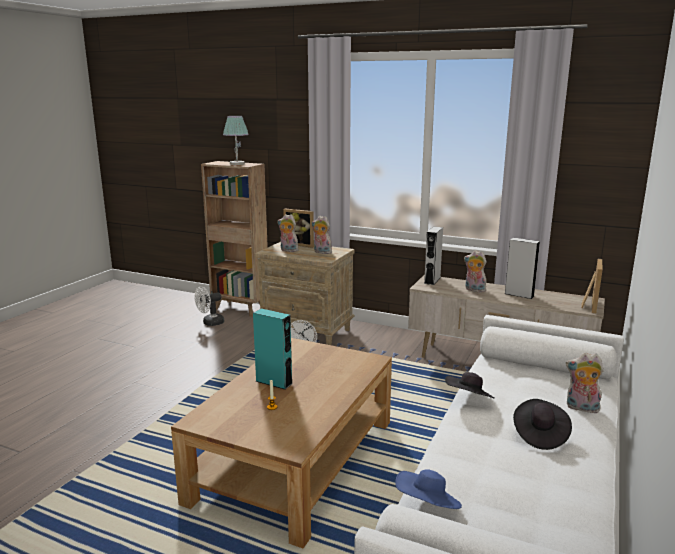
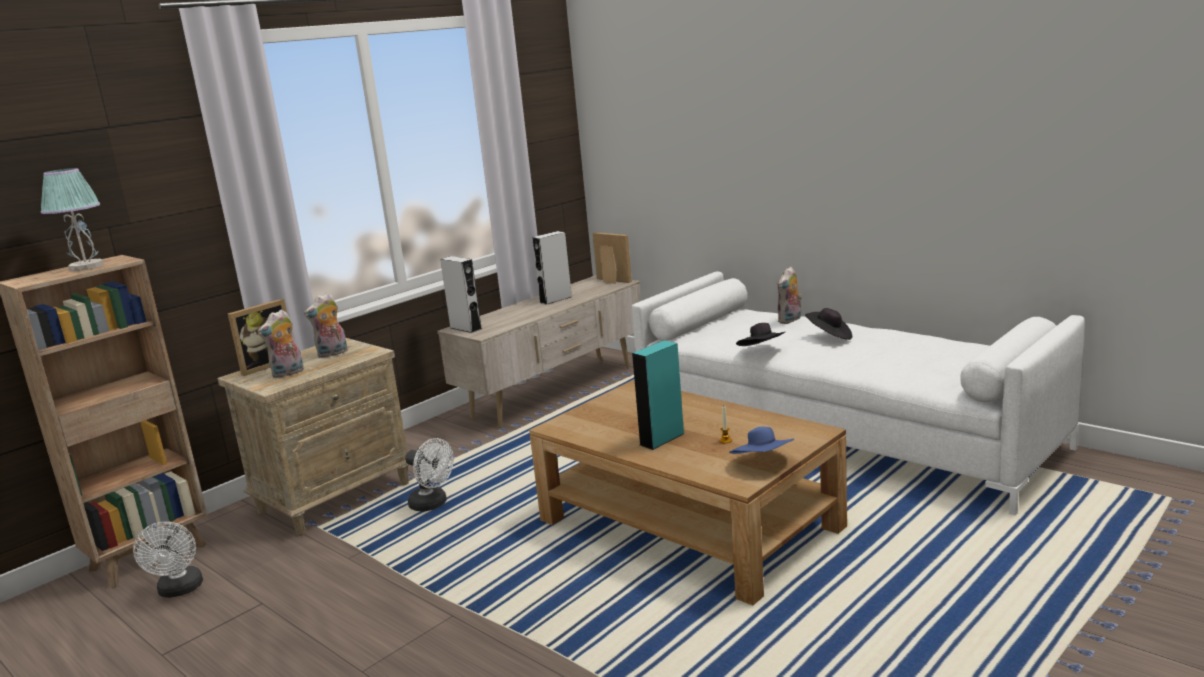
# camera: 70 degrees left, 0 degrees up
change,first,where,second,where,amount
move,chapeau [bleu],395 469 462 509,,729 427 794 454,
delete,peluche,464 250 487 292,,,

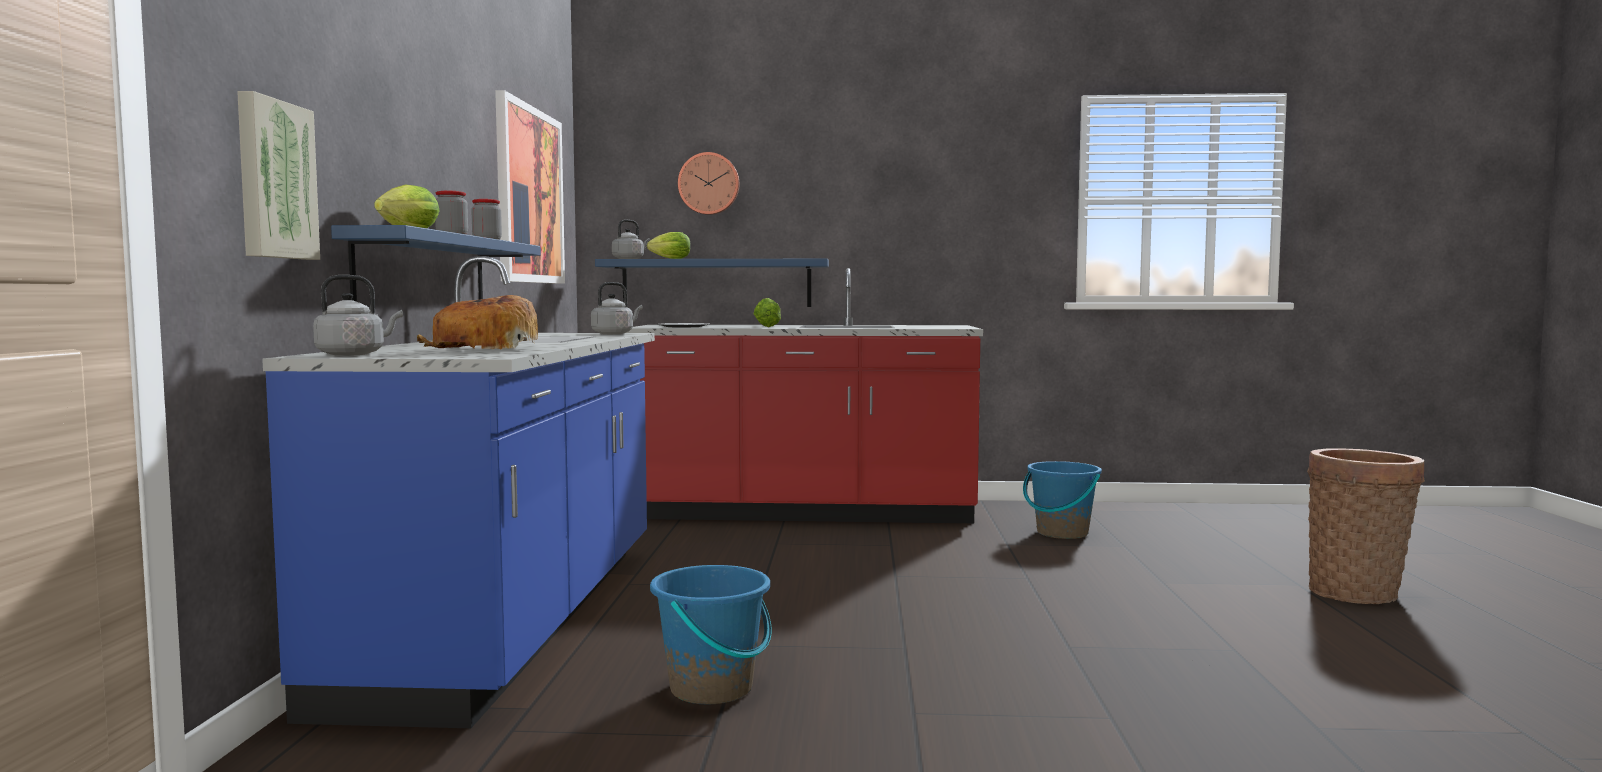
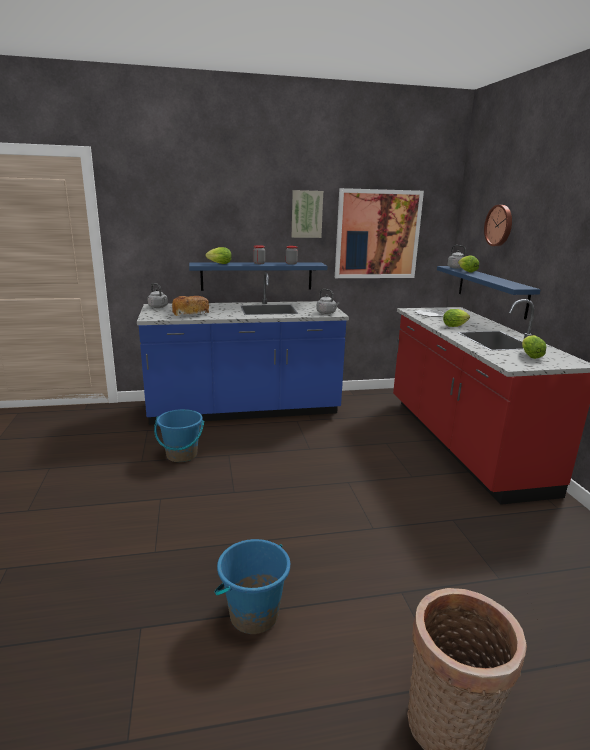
# camera: 75 degrees right, 15 degrees up
change,first,where,second,where,amount
move,tableau,237 91 320 260,,292 190 323 238,
move,seau [bleu],1023 461 1102 539,,215 539 290 634,
insert,,,laitue,522 335 547 359,

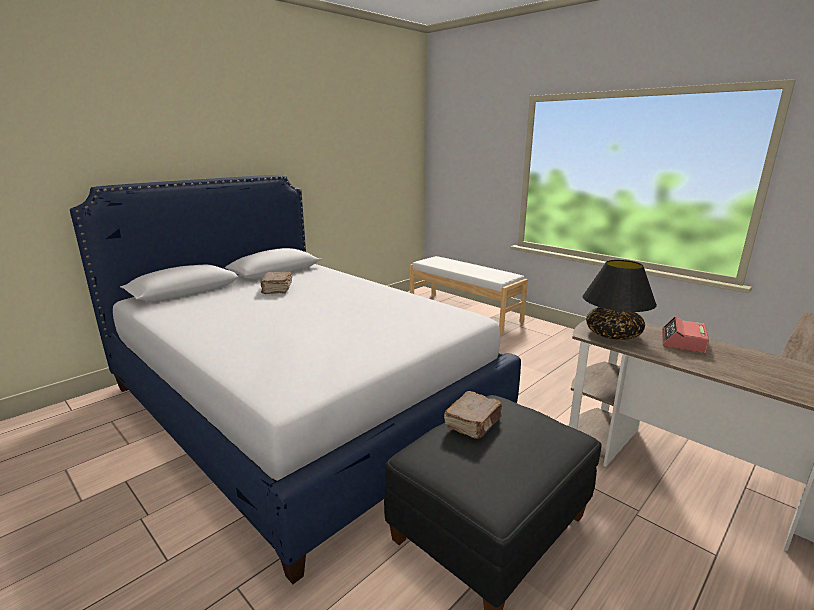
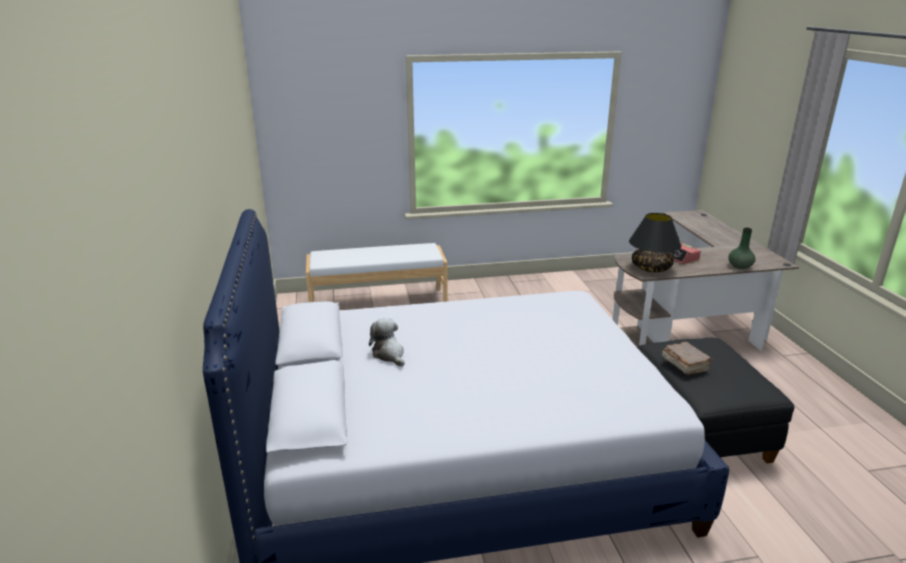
# camera: 55 degrees left, 5 degrees up
change,first,where,second,where,amount
replace,livre [marron],261 272 292 294,peluche,369 318 404 367,
insert,,,vase [vert],728 228 756 269,

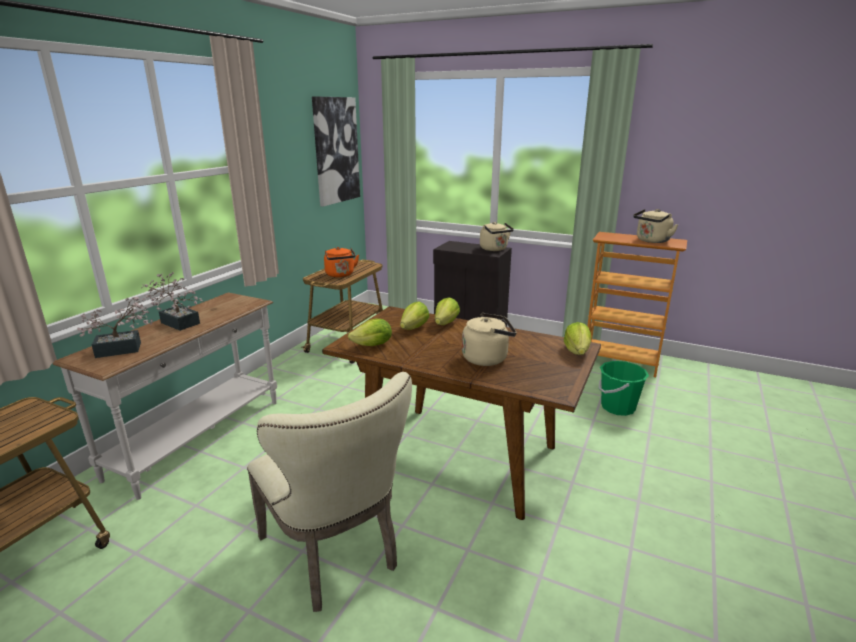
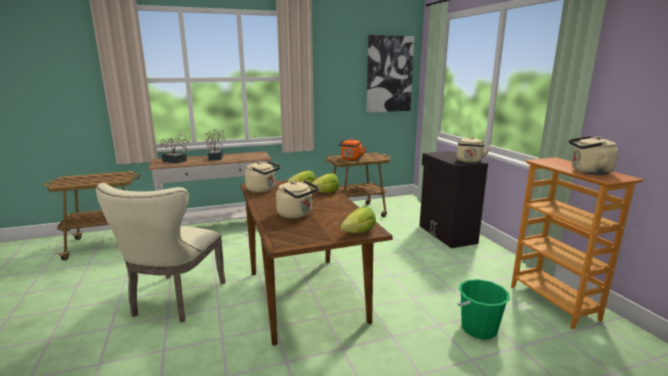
# camera: 45 degrees right, 5 degrees down
change,first,where,second,where,amount
replace,laitue,348 319 392 346,bouilloire [beige],245 161 281 193,

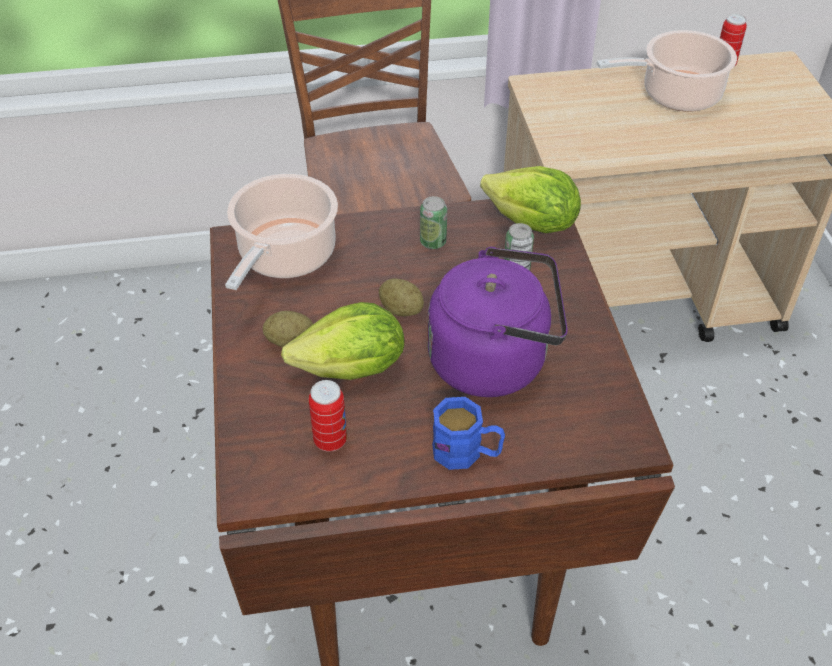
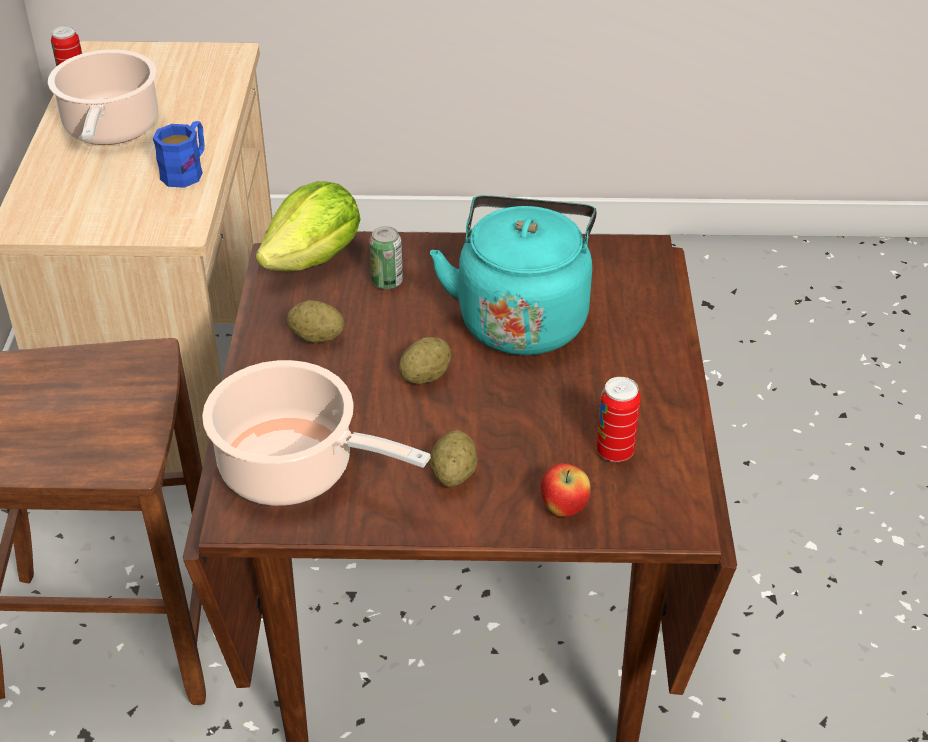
# camera: 80 degrees left, 5 degrees down
change,first,where,second,where,amount
delete,laitue,281 302 404 380,,,
replace,boîte métallique,420 196 447 249,pomme de terre,287 300 344 343,
recolor,bouilloire [violet],427 247 567 397,bouilloire [turquoise],430 195 597 355,
move,mug [bleu],432 397 505 470,,153 121 205 188,
insert,,,pomme,541 463 591 517,

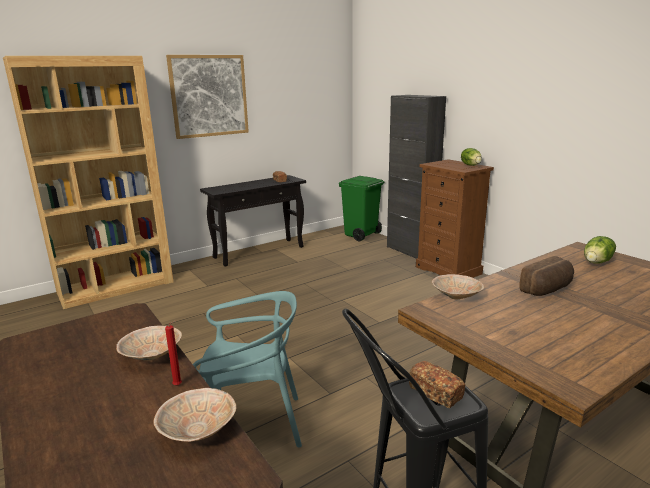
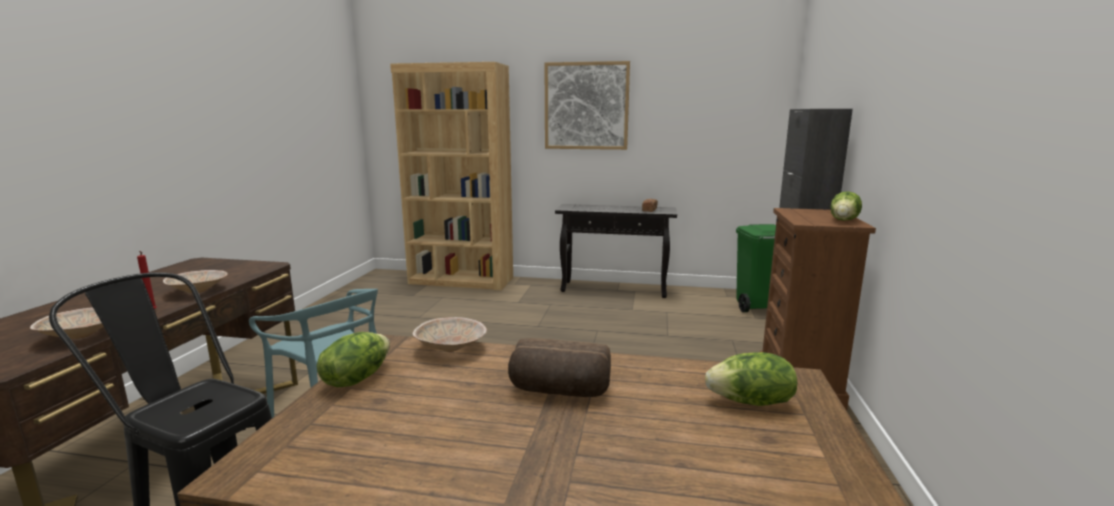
# camera: 45 degrees right, 5 degrees down
change,first,where,second,where,amount
delete,pain,409 361 465 408,,,
insert,,,laitue,317 332 390 387,

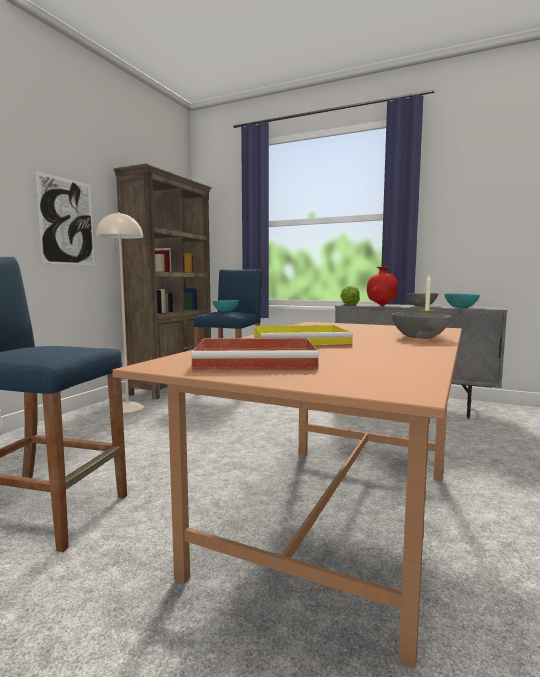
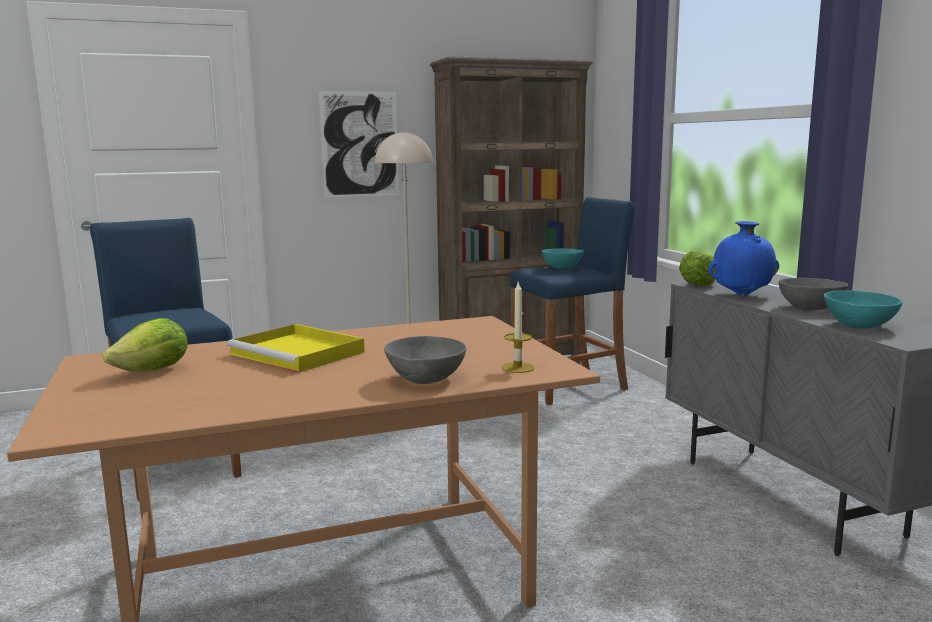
# camera: 45 degrees right, 5 degrees up
change,first,where,second,where,amount
replace,plateau [rouge],191 338 319 370,laitue,103 318 188 372,
recolor,vase [rouge],367 267 398 306,vase [bleu],708 221 779 296,

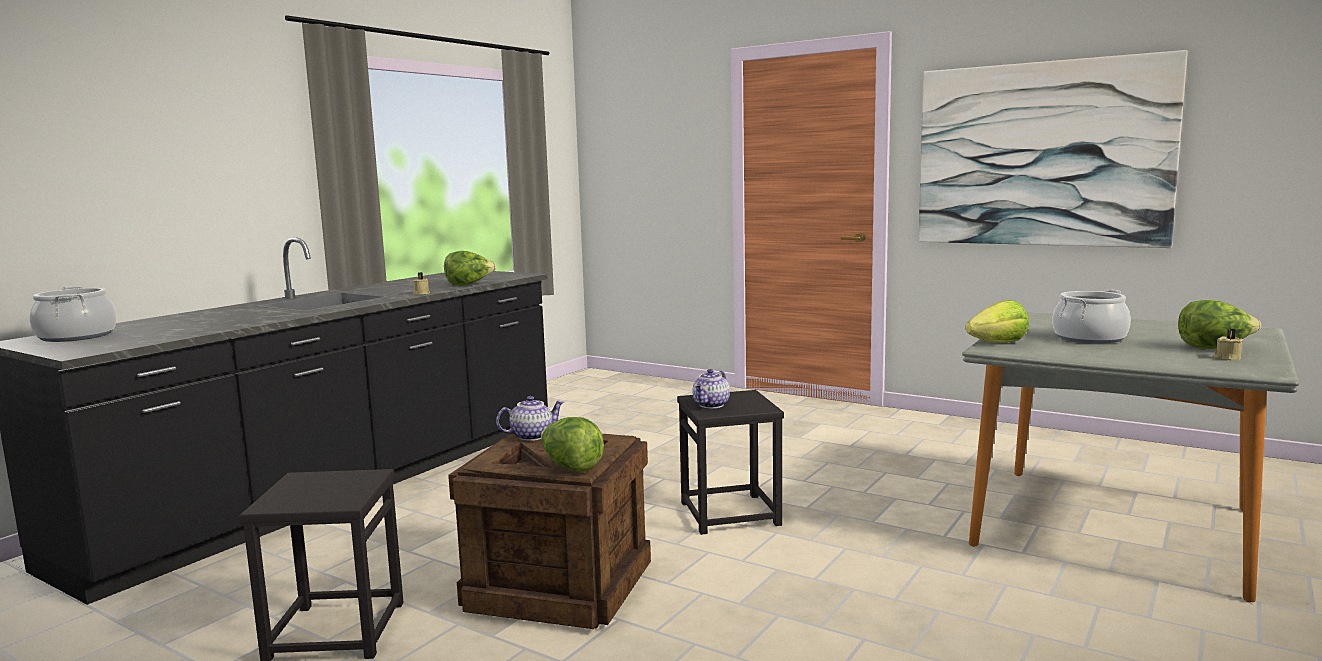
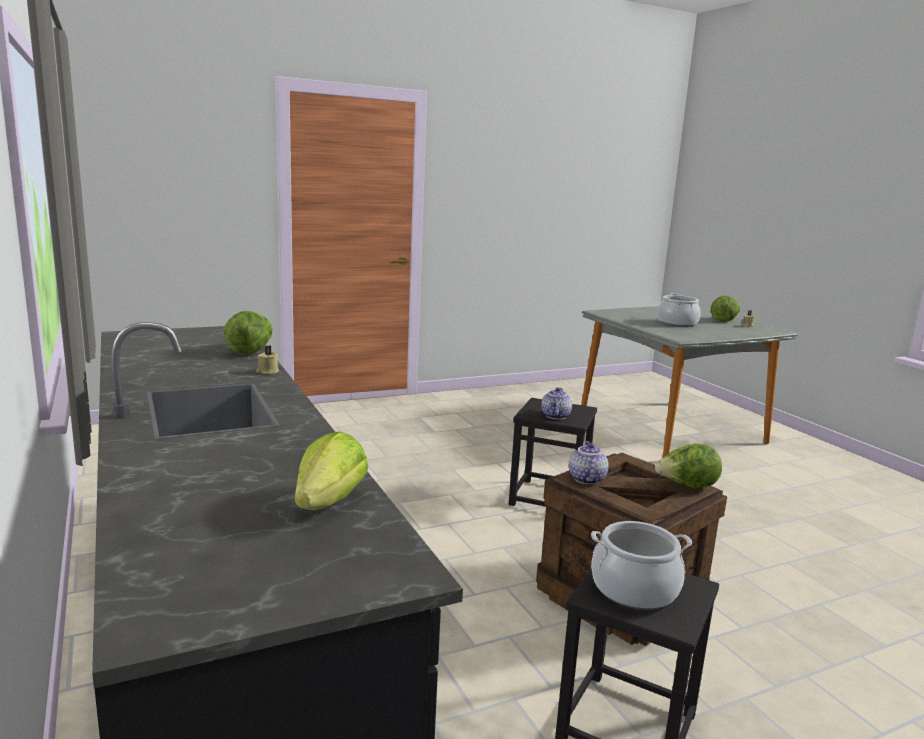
# camera: 60 degrees left, 5 degrees up
change,first,where,second,where,amount
move,marmite,30 286 117 342,,591 521 692 610,
rotate,théière,693 369 730 409,,541 387 572 420,45 degrees clockwise
delete,tableau,919 50 1188 248,,,
move,laitue,966 300 1029 343,,295 431 368 510,

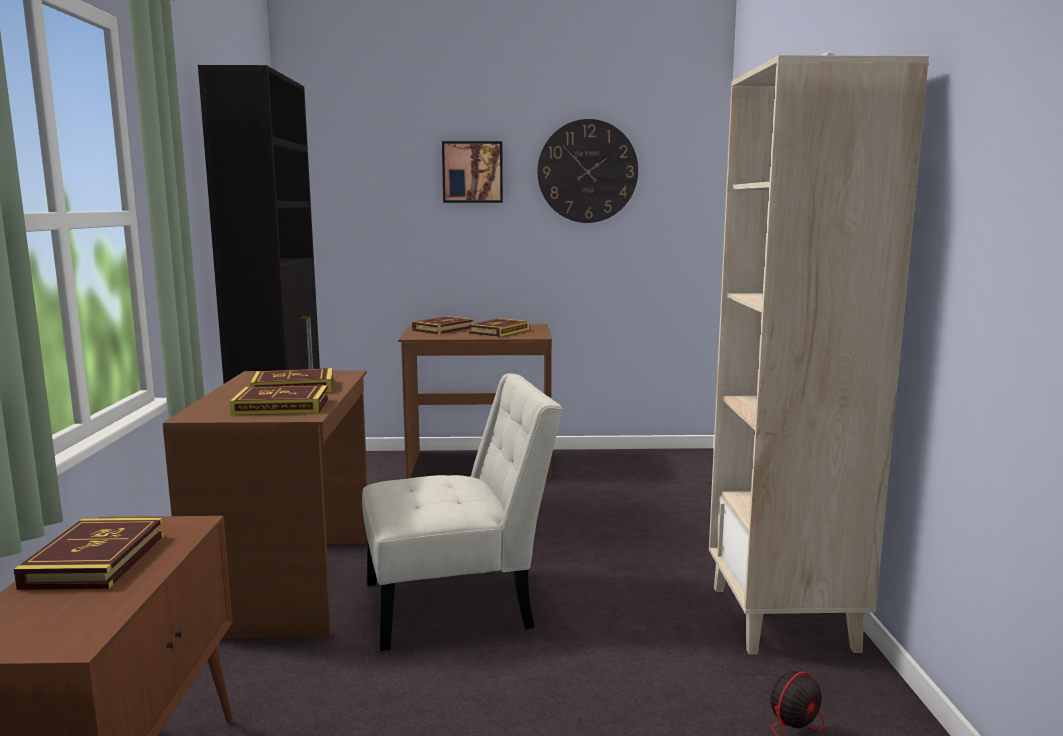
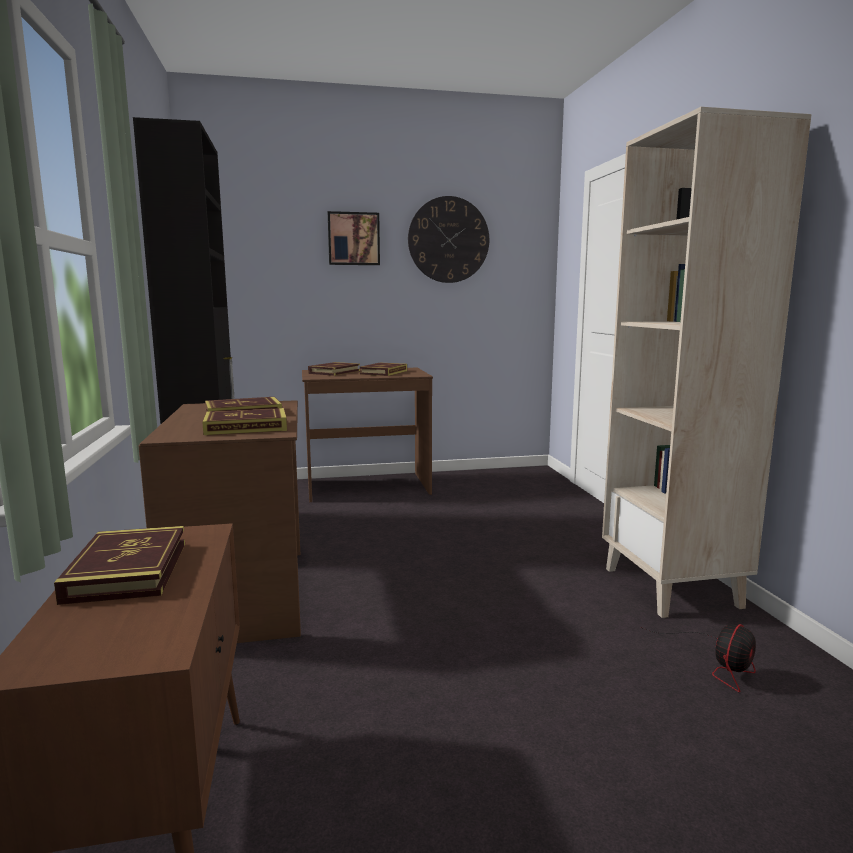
# camera: 10 degrees left, 0 degrees up
change,first,where,second,where,amount
delete,chaise [blanc],362 374 563 651,,,

